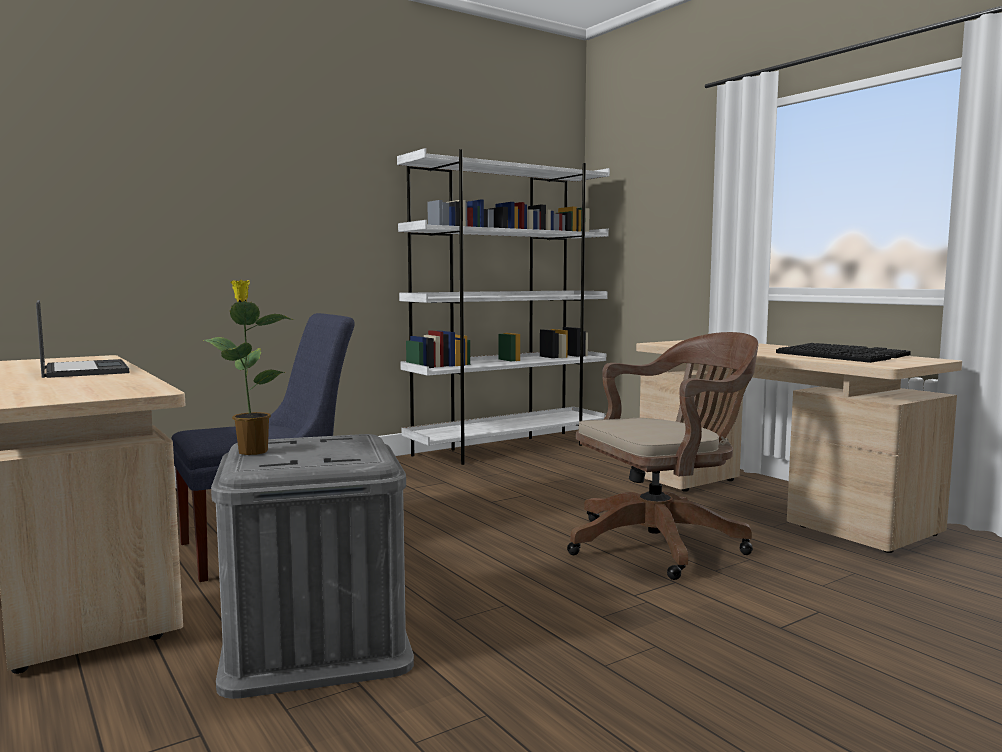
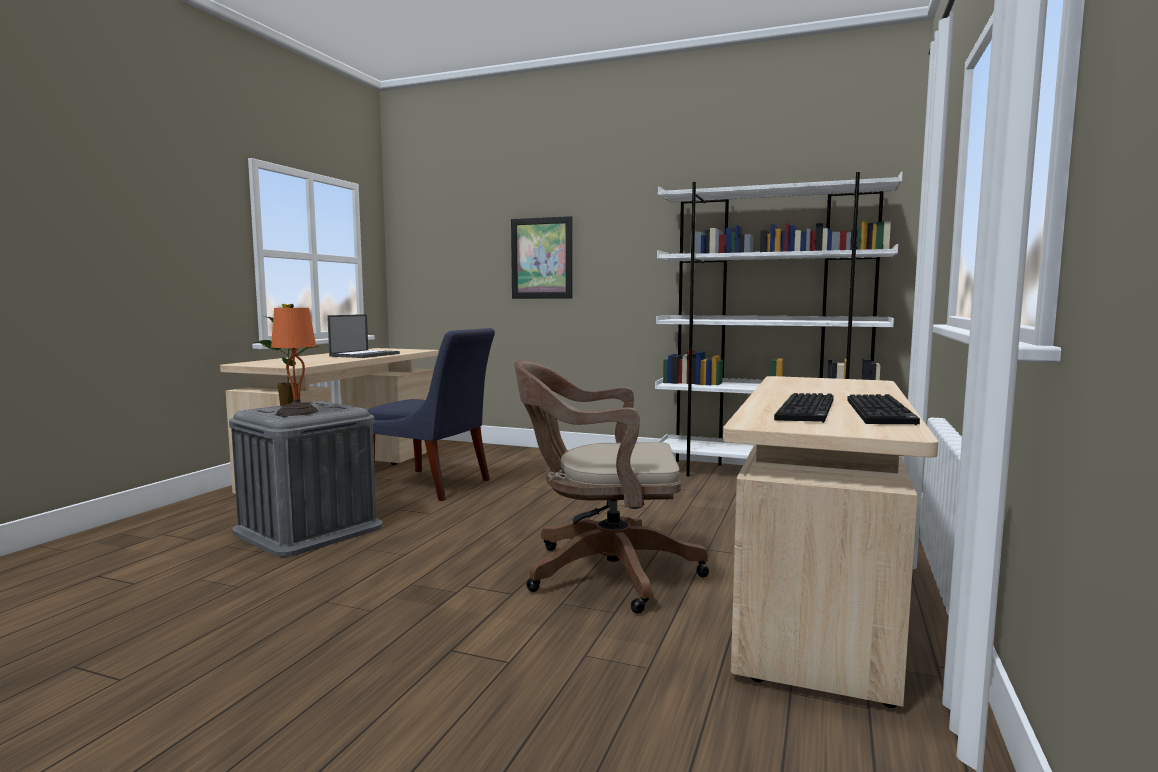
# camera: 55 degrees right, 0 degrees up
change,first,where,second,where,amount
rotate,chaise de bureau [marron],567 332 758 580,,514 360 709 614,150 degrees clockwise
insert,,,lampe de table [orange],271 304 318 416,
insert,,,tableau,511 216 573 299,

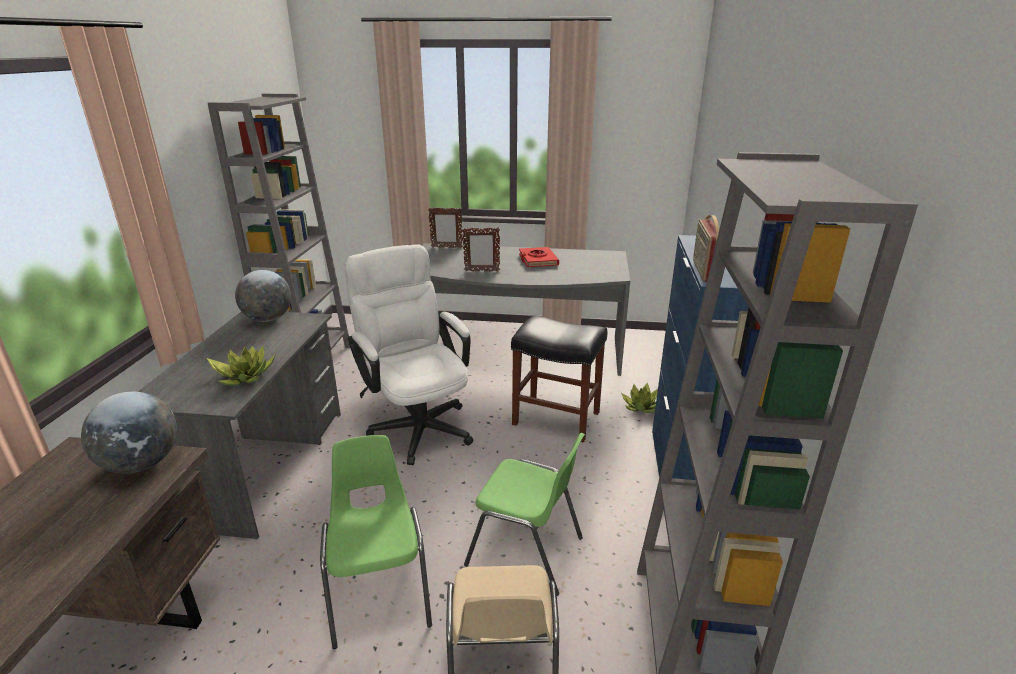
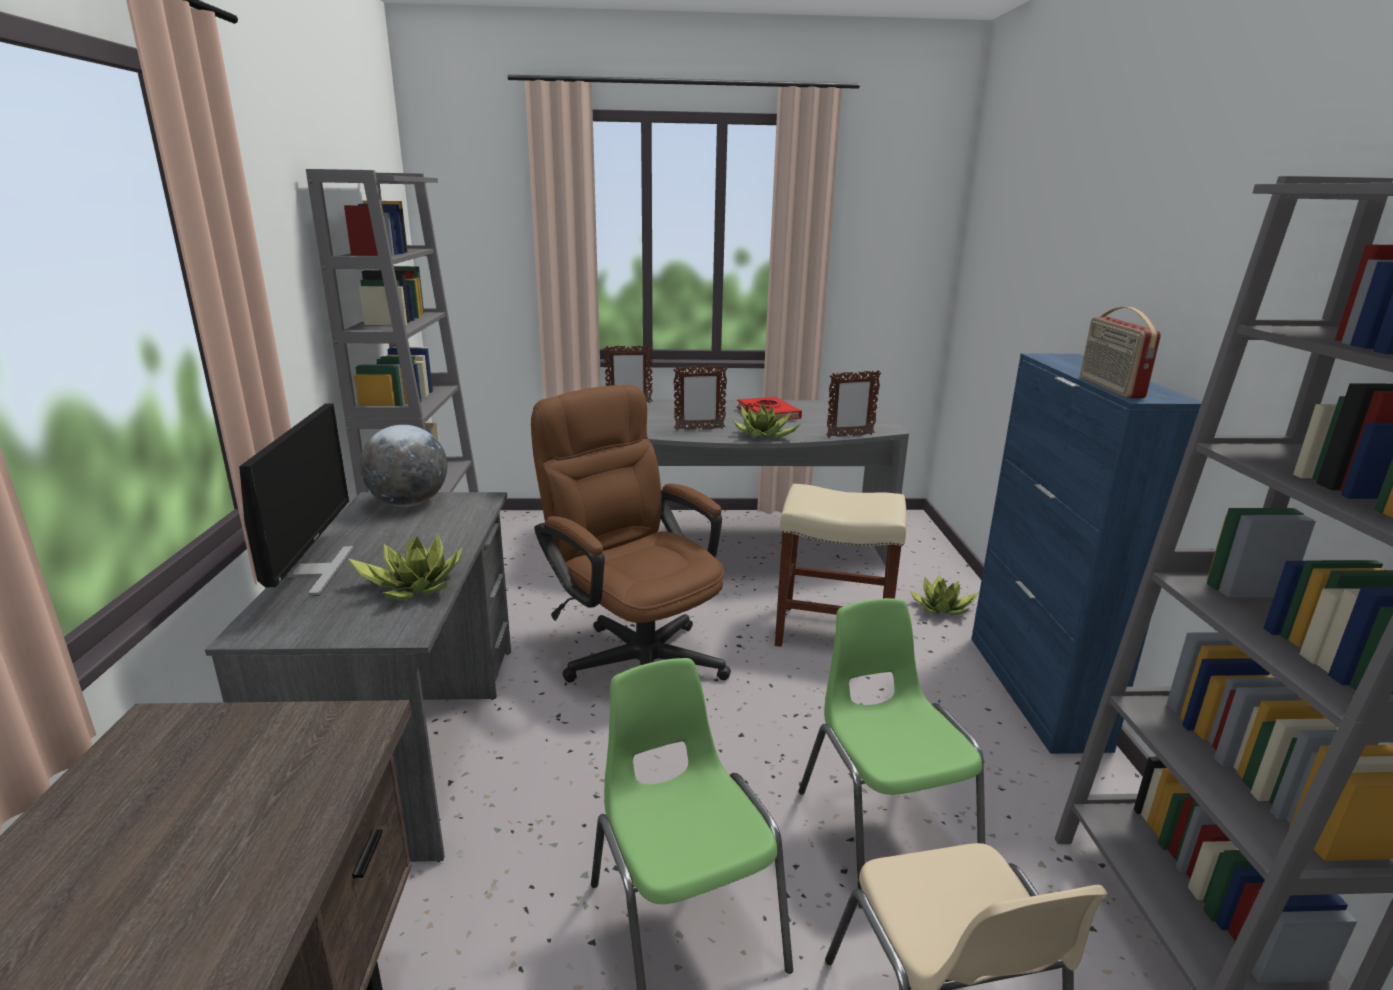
# camera: 10 degrees left, 5 degrees down
change,first,where,second,where,amount
delete,globe,81 392 177 473,,,
recolor,chaise de bureau [blanc],345 244 473 465,chaise de bureau [marron],531 384 731 683,
rotate,chaise [vert],464 433 585 596,,799 598 985 908,120 degrees counterclockwise
recolor,tabouret [noir],511 315 607 443,tabouret [beige],775 484 907 647,
insert,,,écran d'ordinateur,239 404 354 596,
insert,,,plante en pot,733 403 800 438,
insert,,,cadre photo,826 370 881 438,

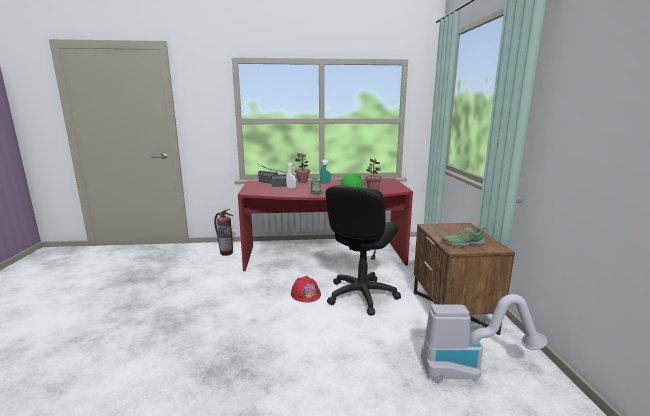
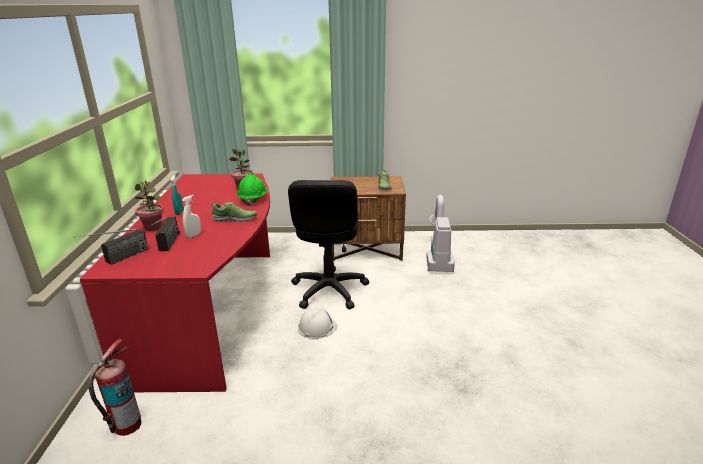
# camera: 85 degrees left, 10 degrees up
change,first,where,second,where,amount
recolor,casque de chantier [rouge],291 276 321 302,casque de chantier [blanc],298 307 337 339,
rotate,chaise de bureau [noir],325 185 401 316,,288 180 369 309,60 degrees clockwise

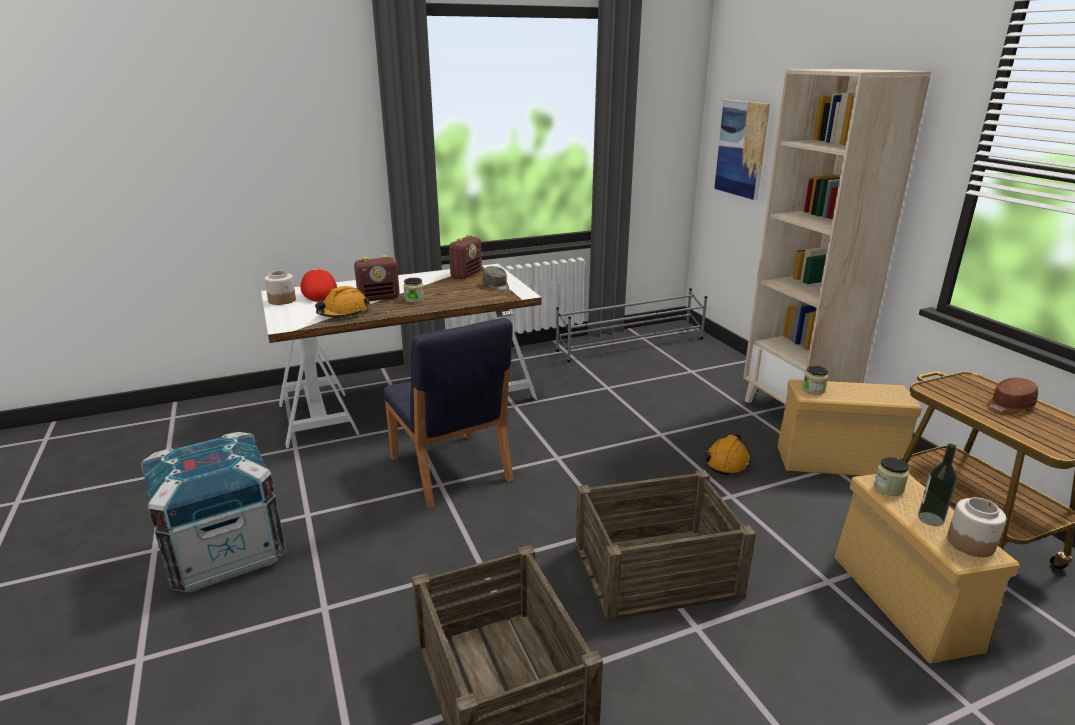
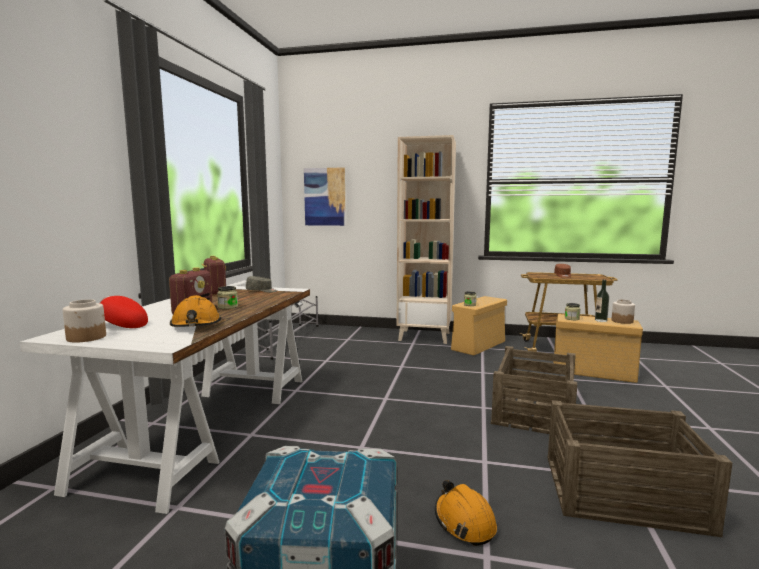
# camera: 55 degrees left, 15 degrees down
change,first,where,second,where,amount
delete,chaise [bleu],383 318 514 508,,,
move,casque de chantier [orange],705 434 751 475,,435 480 497 546,

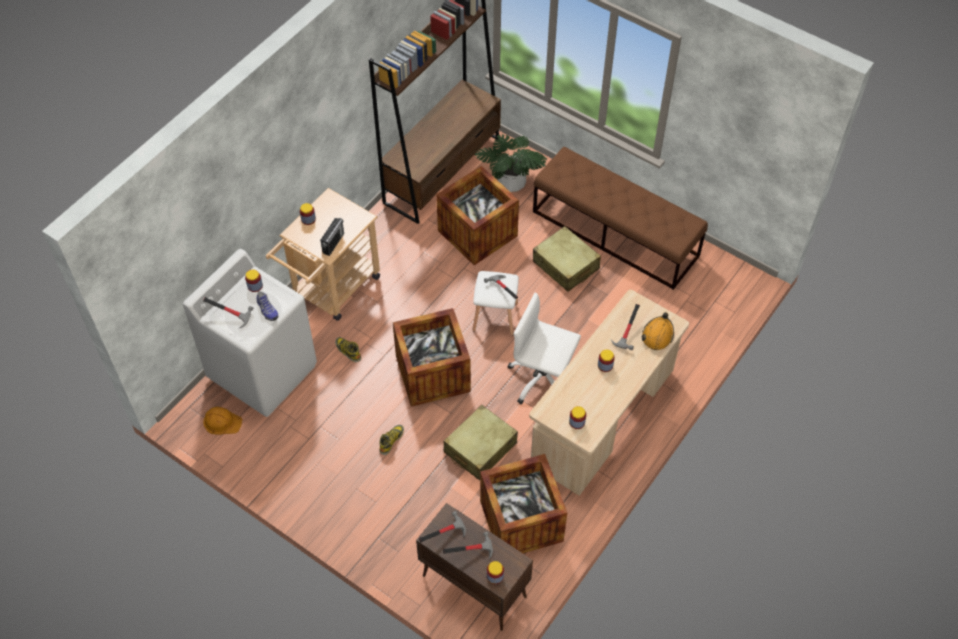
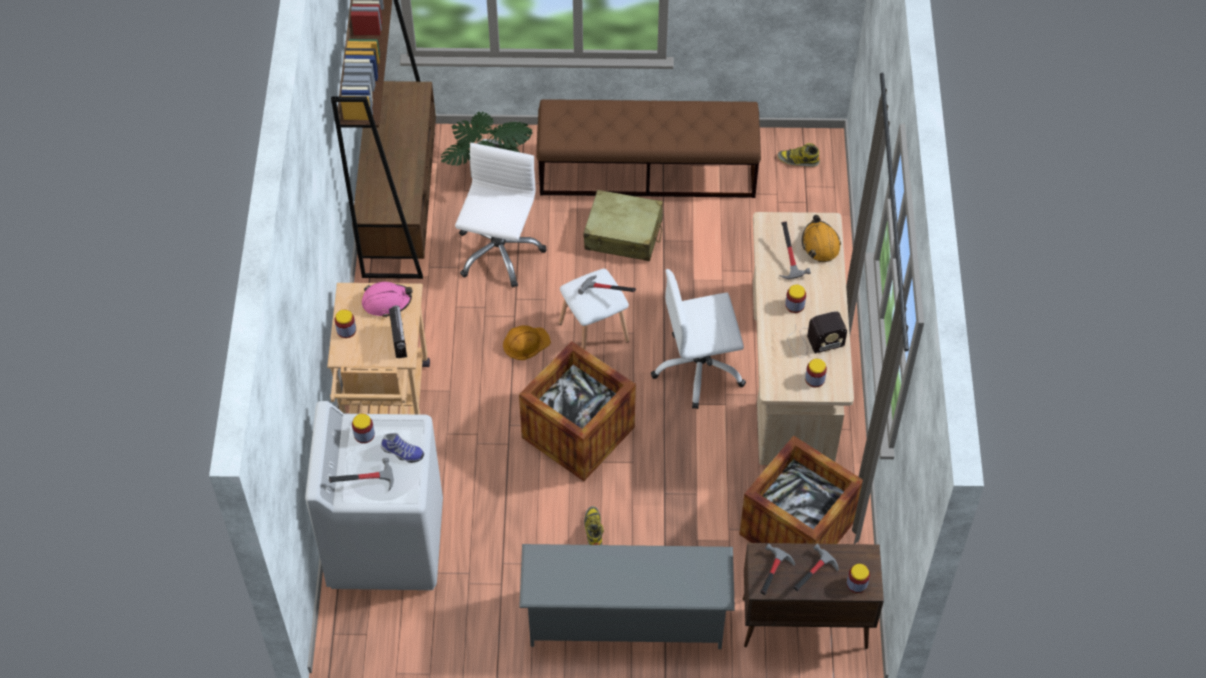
# camera: 35 degrees left, 0 degrees up
change,first,where,second,where,amount
move,casque de chantier [orange],203 407 242 435,,503 325 551 360,
move,botte,335 337 361 362,,777 143 820 167,
replace,caisse,436 166 519 265,chaise de bureau [blanc],455 143 546 288,
delete,valise [beige],444 405 518 480,,,
insert,,,casque de chantier [rose],362 282 412 317,
insert,,,étagère à chaussures [gris],519 544 735 649,
insert,,,radio,787 311 847 358,

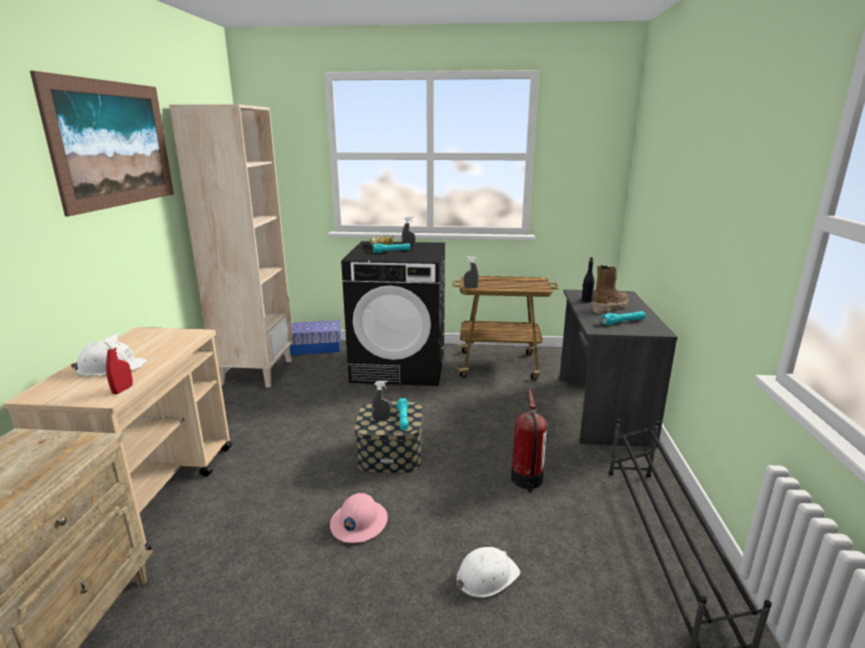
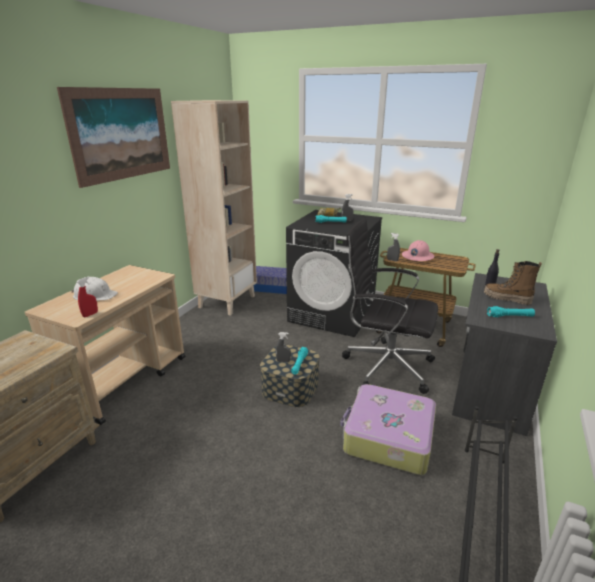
# camera: 20 degrees right, 5 degrees up
change,first,where,second,where,amount
move,casque de chantier [rose],330 493 388 543,,402 240 434 261,
delete,casque de chantier [blanc],456 547 521 598,,,
replace,extincteur,511 390 547 492,valise,340 384 436 475,
rotate,botte,592 265 628 313,,484 261 542 305,135 degrees counterclockwise
insert,,,chaise de bureau [noir],342 218 438 394,

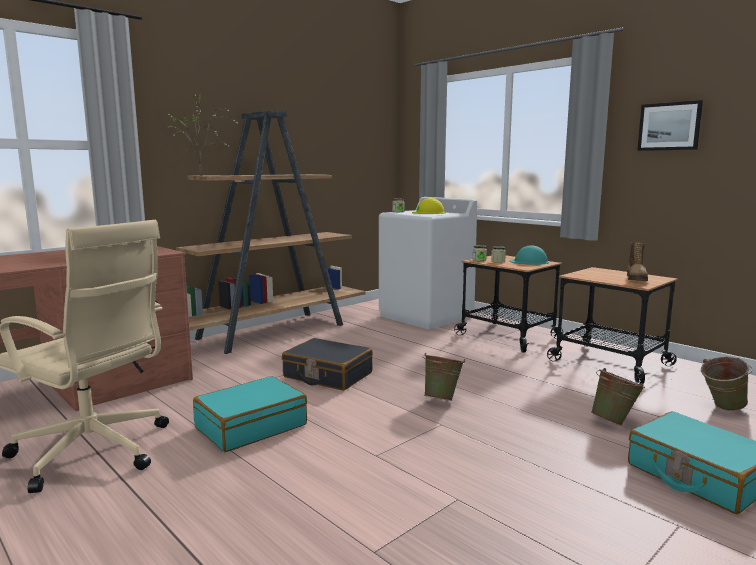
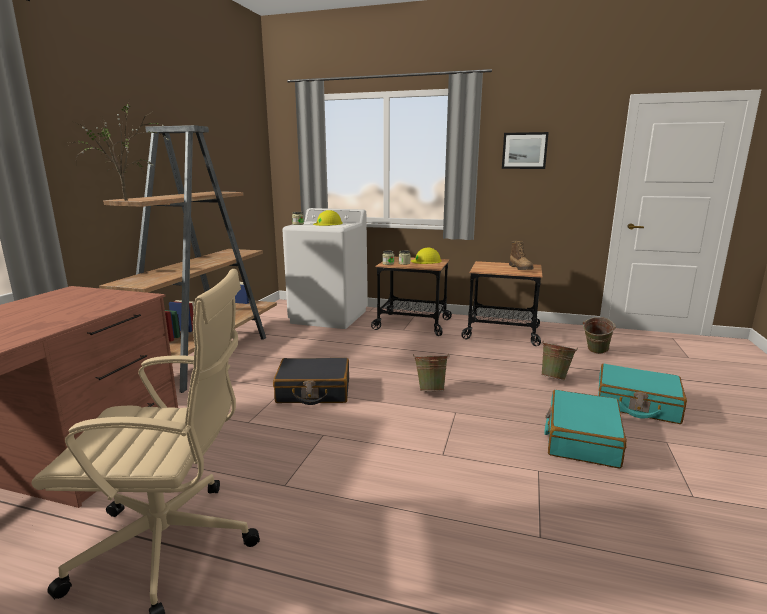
# camera: 30 degrees left, 5 degrees up
change,first,where,second,where,amount
move,valise [turquoise],193 376 307 452,,544 390 627 469,
recolor,casque de chantier [turquoise],509 245 549 265,casque de chantier [jaune],411 248 442 264,

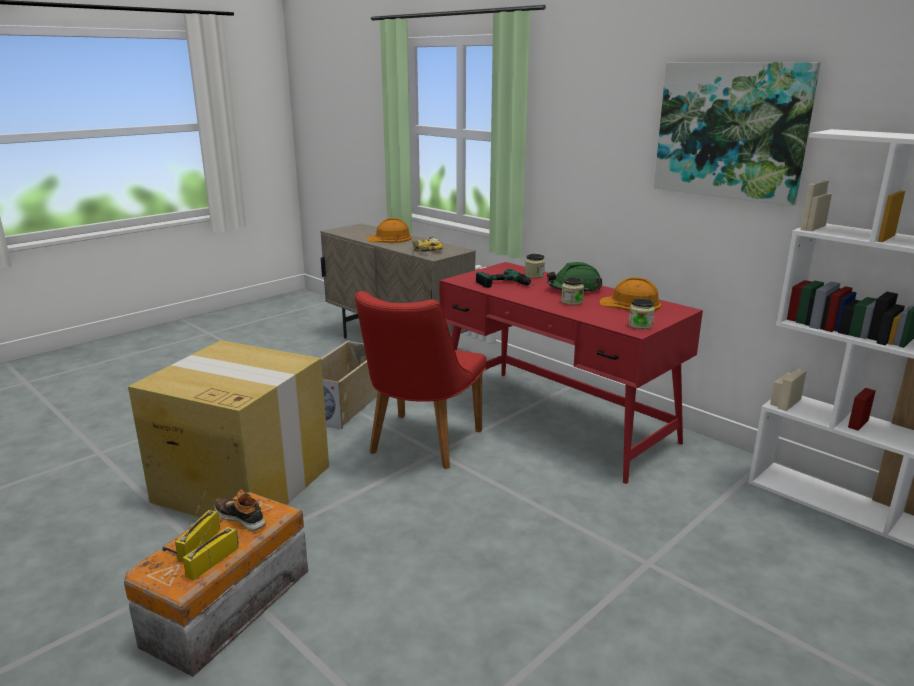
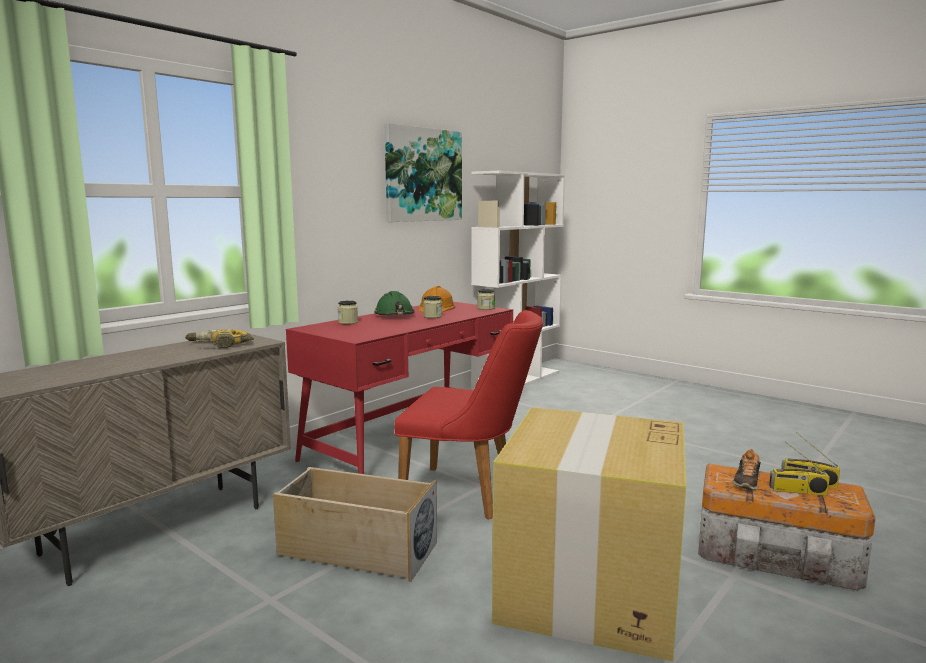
# camera: 95 degrees left, 10 degrees down
change,first,where,second,where,amount
delete,casque de chantier [orange],367 218 412 243,,,
delete,perceuse,476 269 535 288,,,

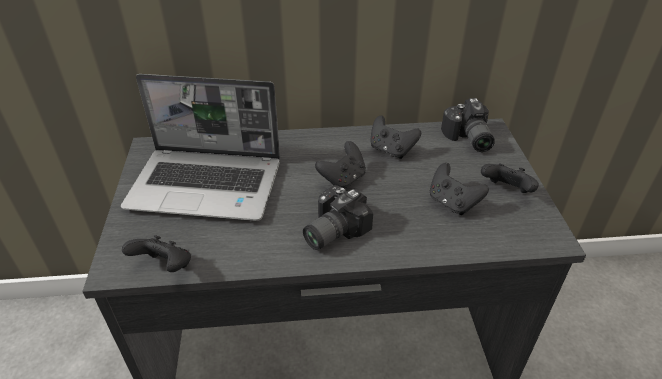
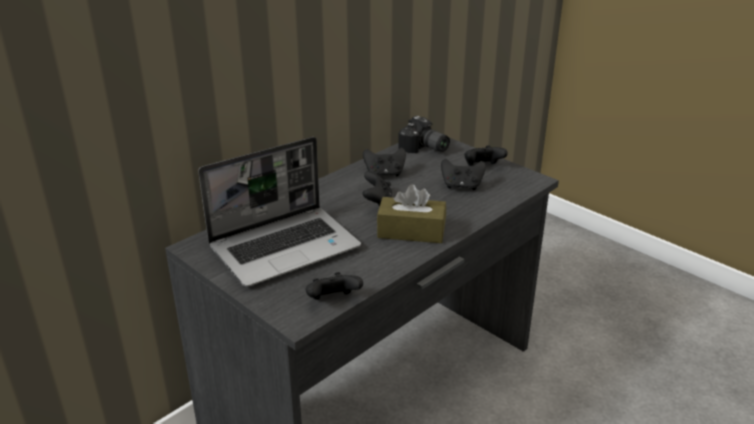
# camera: 40 degrees left, 10 degrees down
change,first,where,second,where,amount
replace,appareil photo,303 185 373 250,boîte à mouchoirs [marron],377 184 446 243,

